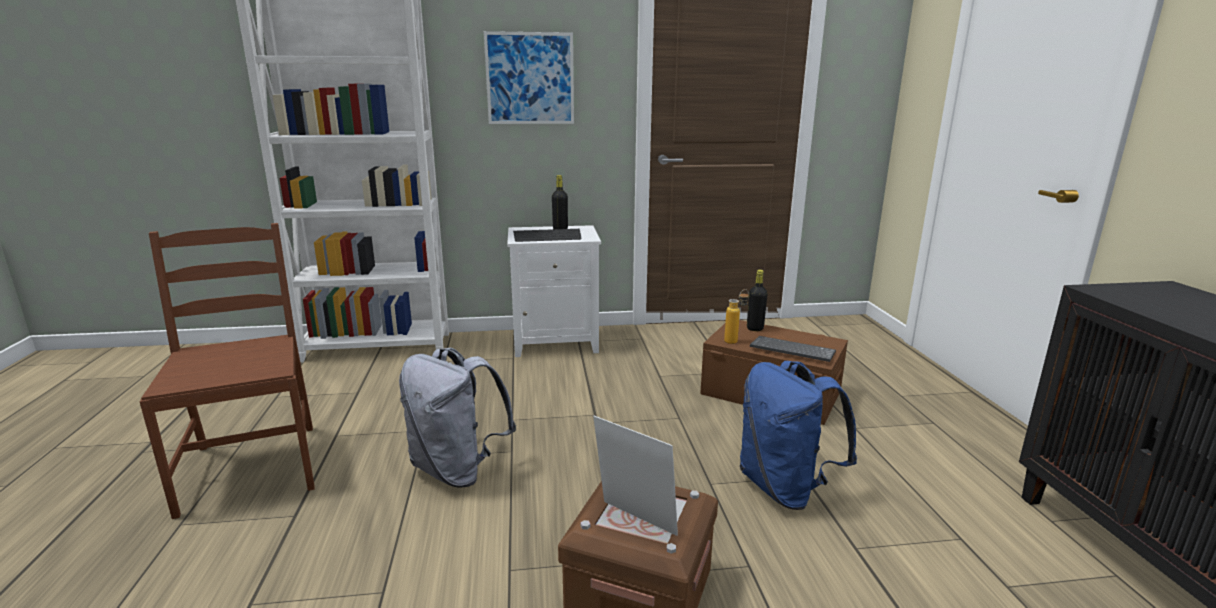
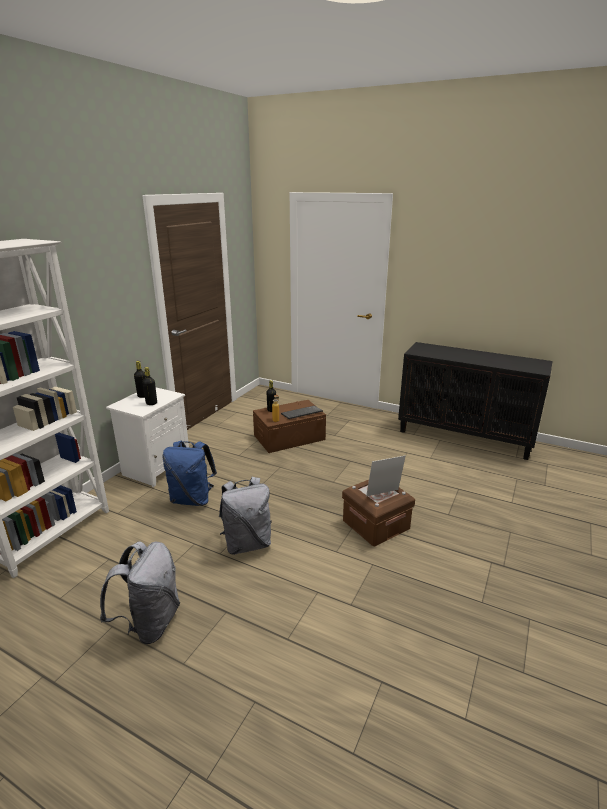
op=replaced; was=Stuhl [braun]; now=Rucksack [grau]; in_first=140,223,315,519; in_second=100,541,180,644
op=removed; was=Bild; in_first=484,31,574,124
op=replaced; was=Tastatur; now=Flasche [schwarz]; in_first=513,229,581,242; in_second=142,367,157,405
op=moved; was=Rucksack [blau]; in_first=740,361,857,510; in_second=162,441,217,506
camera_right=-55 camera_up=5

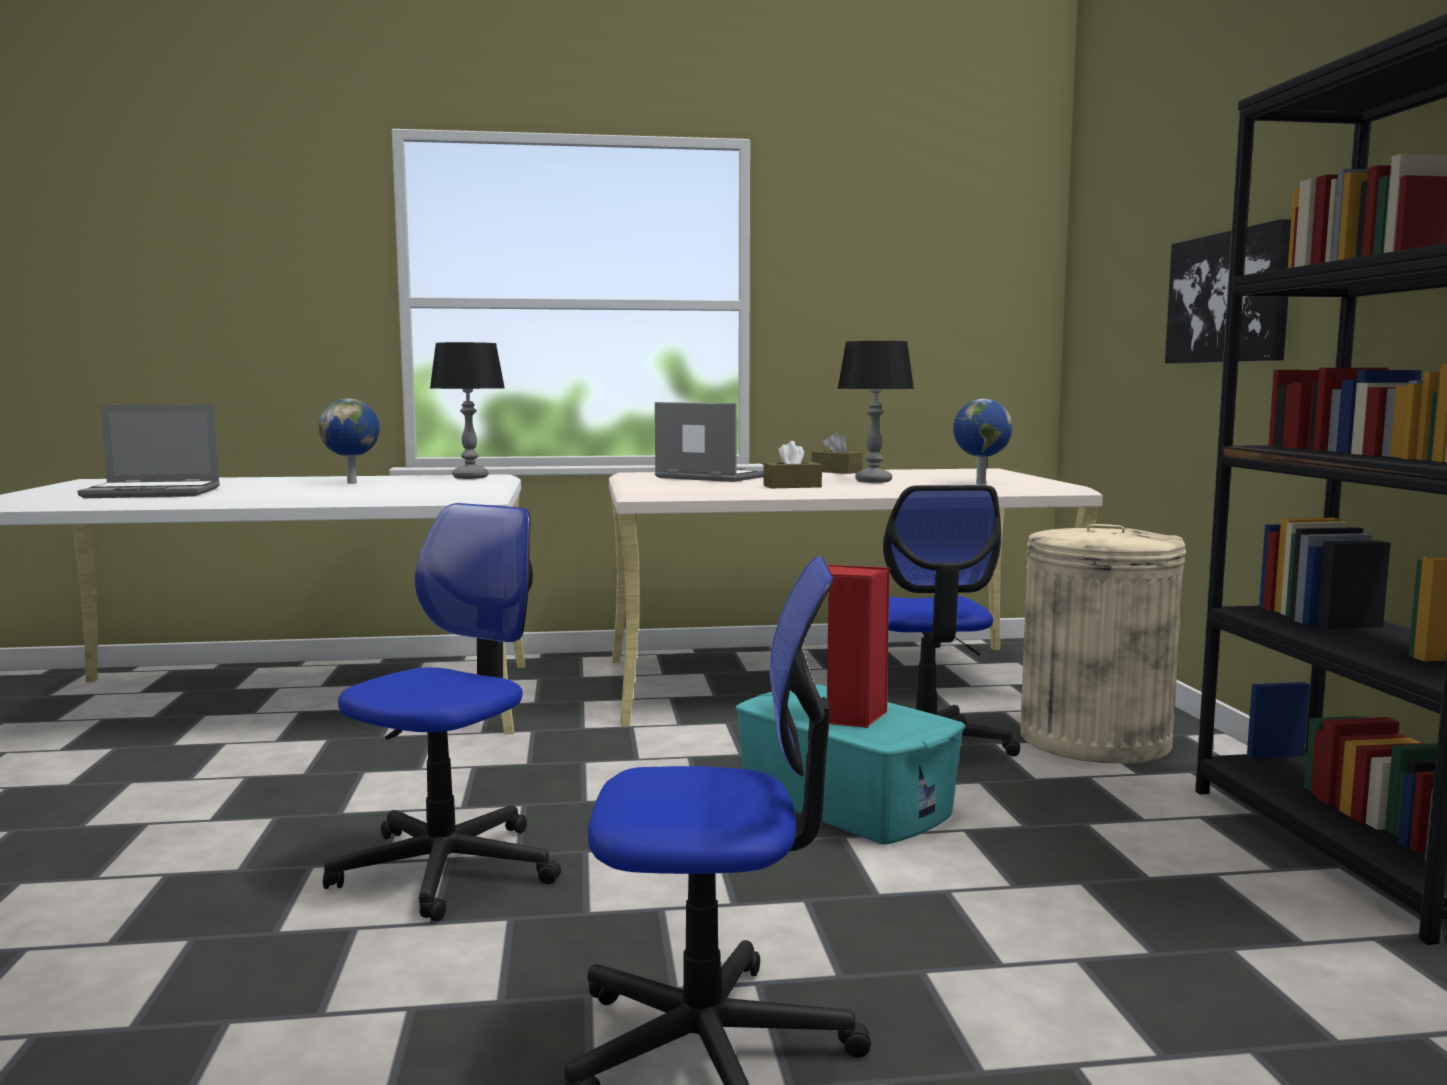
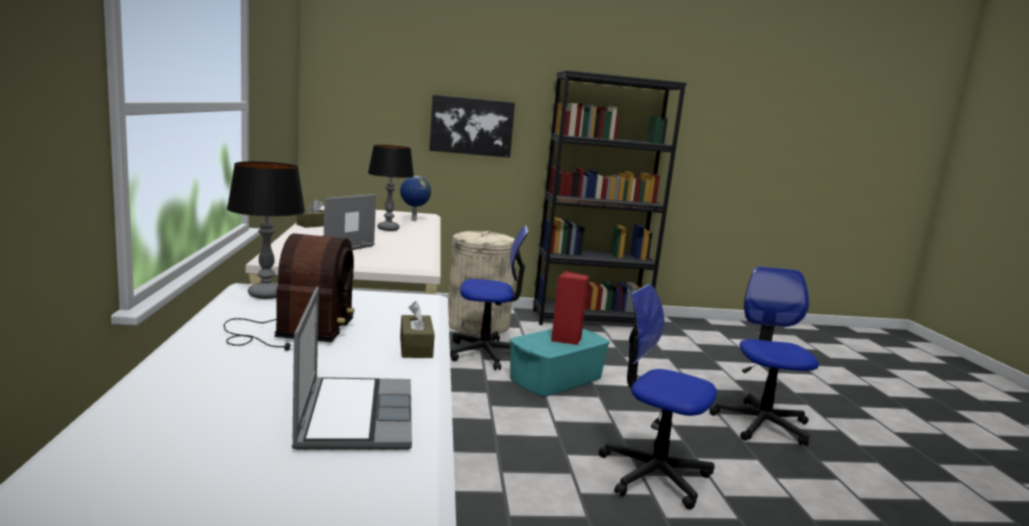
op=replaced; was=Globus; now=Radio; in_first=319,399,380,484; in_second=224,233,354,351
op=moved; was=Taschentuchbox [braun]; in_first=763,441,822,488; in_second=400,301,435,358
camera_right=-90 camera_up=5

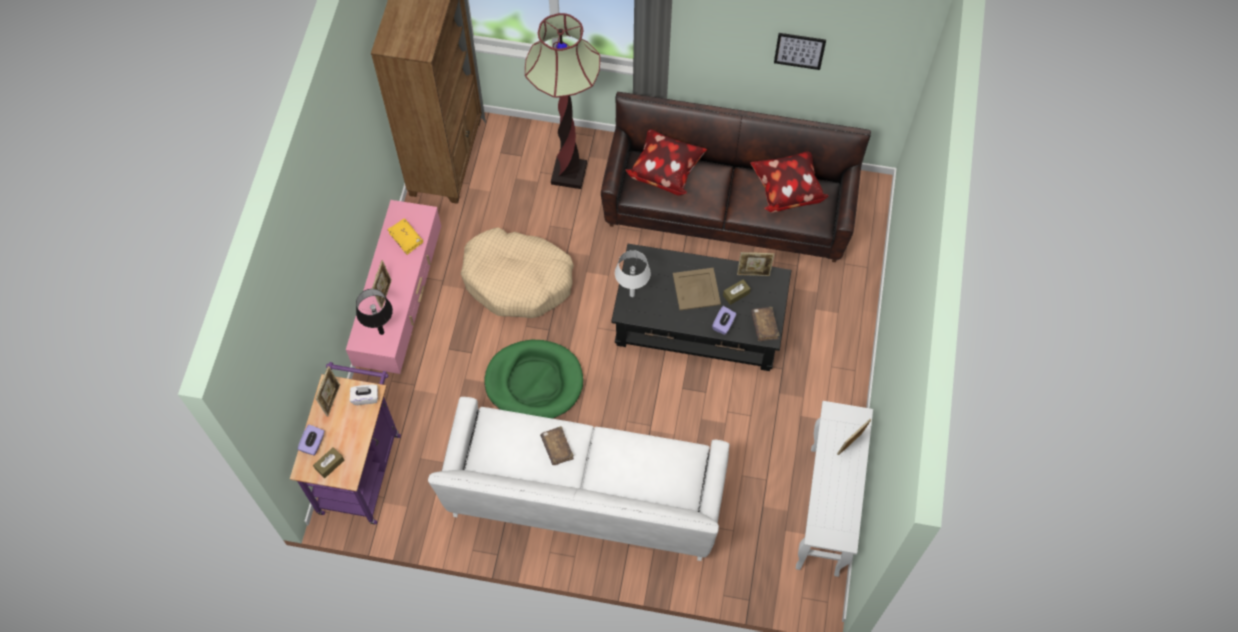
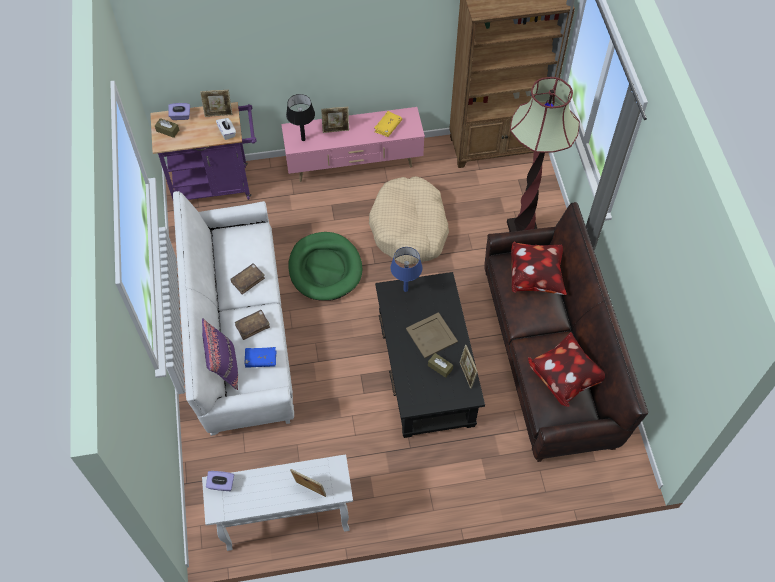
op=recoloured; was=Tischlampe [weiß]; now=Tischlampe [blau]; in_first=615,250,651,297; in_second=391,247,422,292
op=moved; was=Taschentuchbox [lila]; in_first=712,306,736,335; in_second=206,471,234,491
op=moved; was=Buch [braun]; in_first=751,307,780,341; in_second=235,310,270,340
op=removed; was=Bild; in_first=774,33,826,70
op=added; now=Kissen [lila]; in_second=202,318,238,390
op=added; now=Buch [blau]; in_second=244,347,277,368
camera_right=70 camera_up=-5

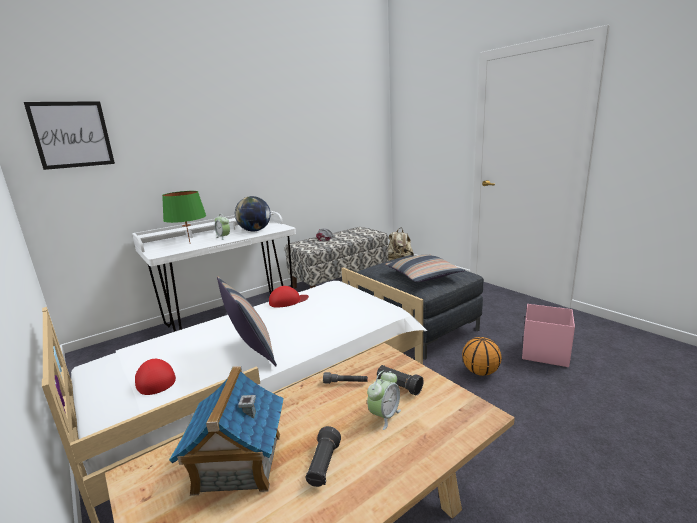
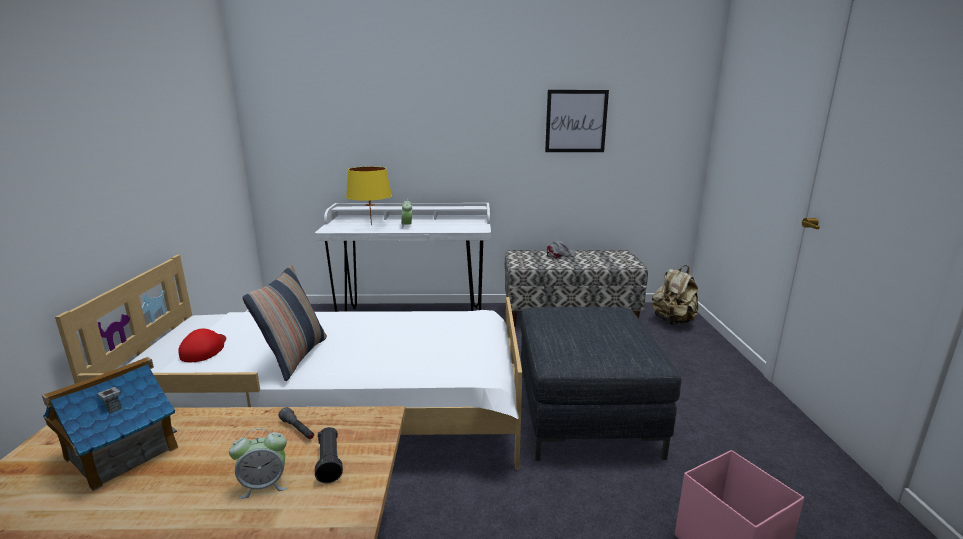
op=moved; was=Bild; in_first=24,101,115,170; in_second=545,90,609,152
op=recoloured; was=Tischlampe [grün]; now=Tischlampe [gelb]; in_first=162,191,206,242; in_second=346,166,392,225
op=removed; was=Globus; in_first=235,196,271,231
op=removed; was=Kappe [rot]; in_first=269,286,309,308
op=removed; was=Taschenlampe [schwarz]; in_first=306,426,341,487
op=removed; was=Kissen; in_first=385,254,465,282
op=removed; was=Basketball; in_first=462,337,502,376
camera_right=35 camera_up=0

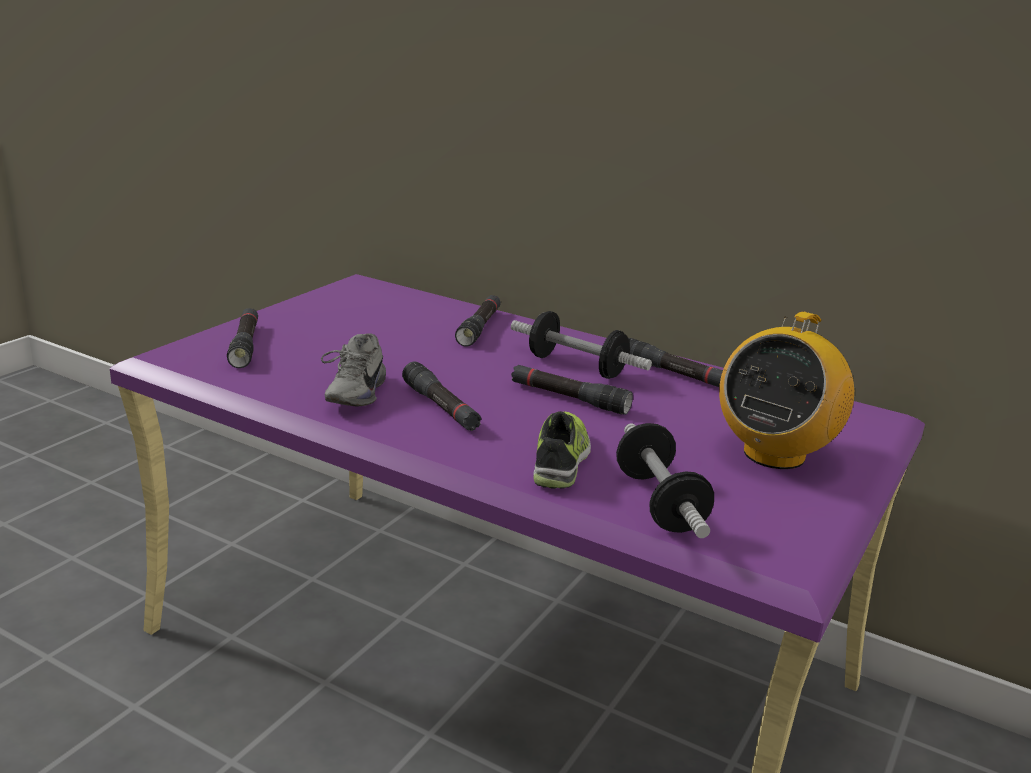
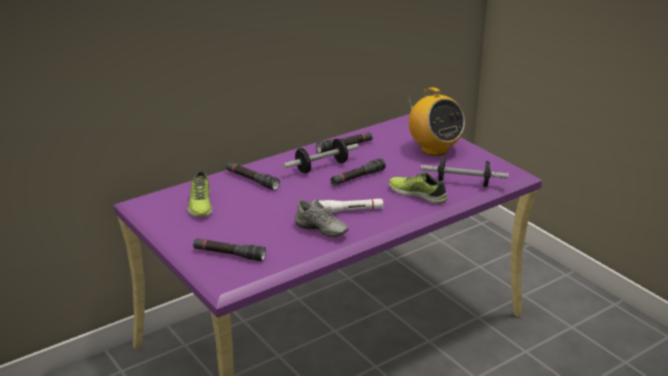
op=recoloured; was=Taschenlampe [schwarz]; now=Taschenlampe [weiß]; in_first=402,362,481,431; in_second=319,199,384,213
op=added; now=Schuh; in_second=187,171,213,217
camera_right=-65 camera_up=5

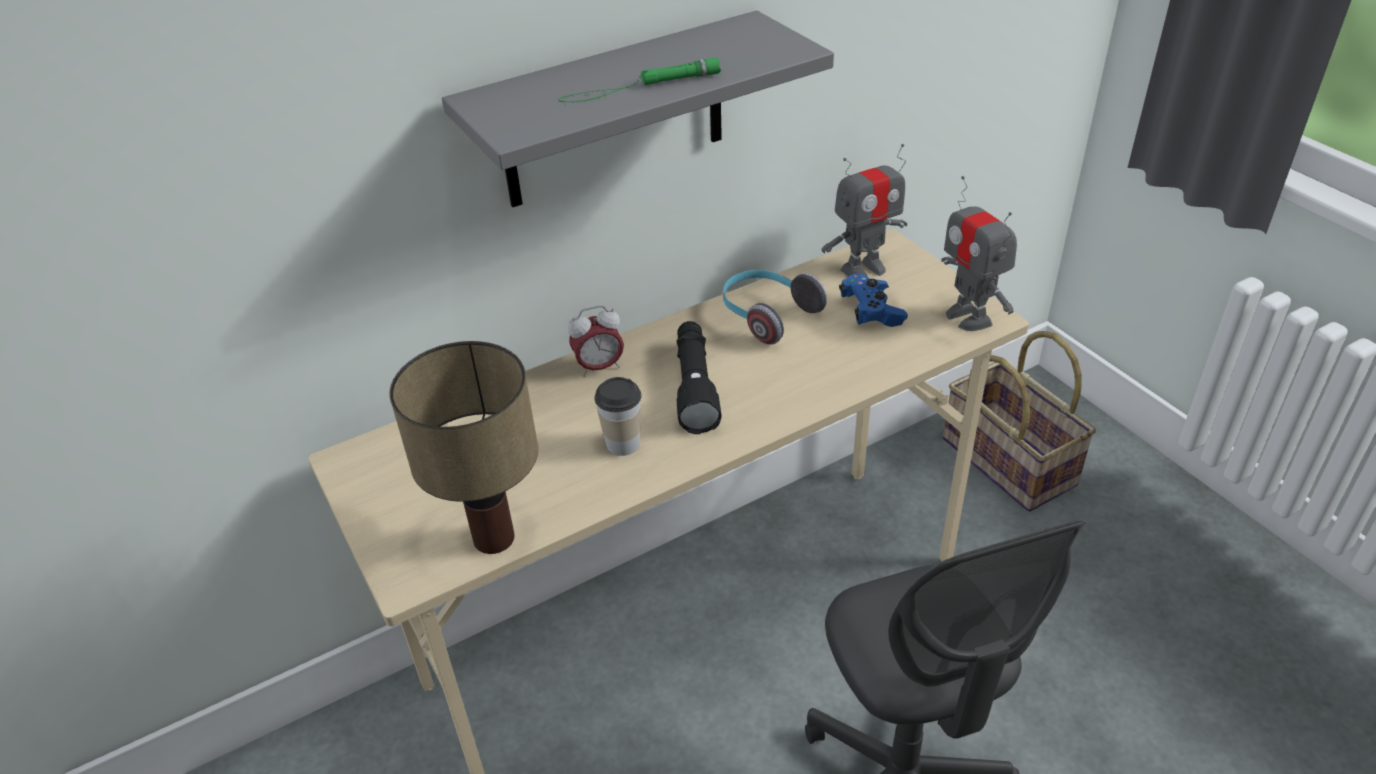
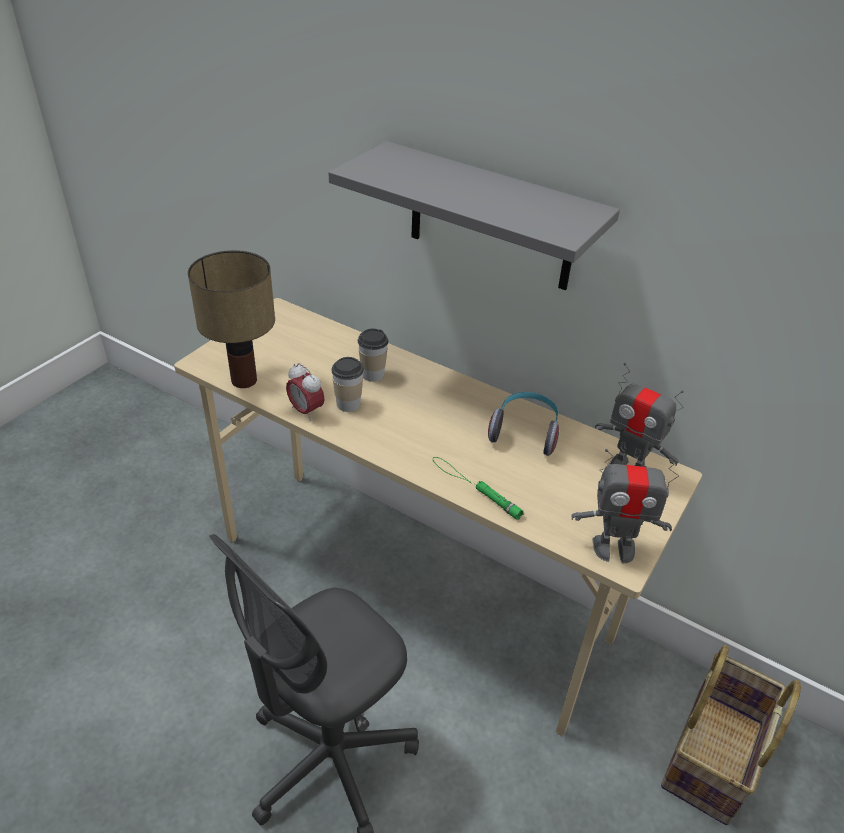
op=moved; was=Taschenlampe [grün]; in_first=558,57,721,102; in_second=433,457,524,520
op=moved; was=Wecker; in_first=568,305,624,377; in_second=286,363,325,421
op=removed; was=Taschenlampe [schwarz]; in_first=676,321,722,434
op=removed; was=Gamepad [blau]; in_first=839,273,908,327
op=turned; was=Spielzeugroboter; in_first=941,176,1017,331; in_second=572,449,679,563; clockwise=-120
op=added; now=Tasse; in_second=358,329,388,382
camera_right=60 camera_up=0

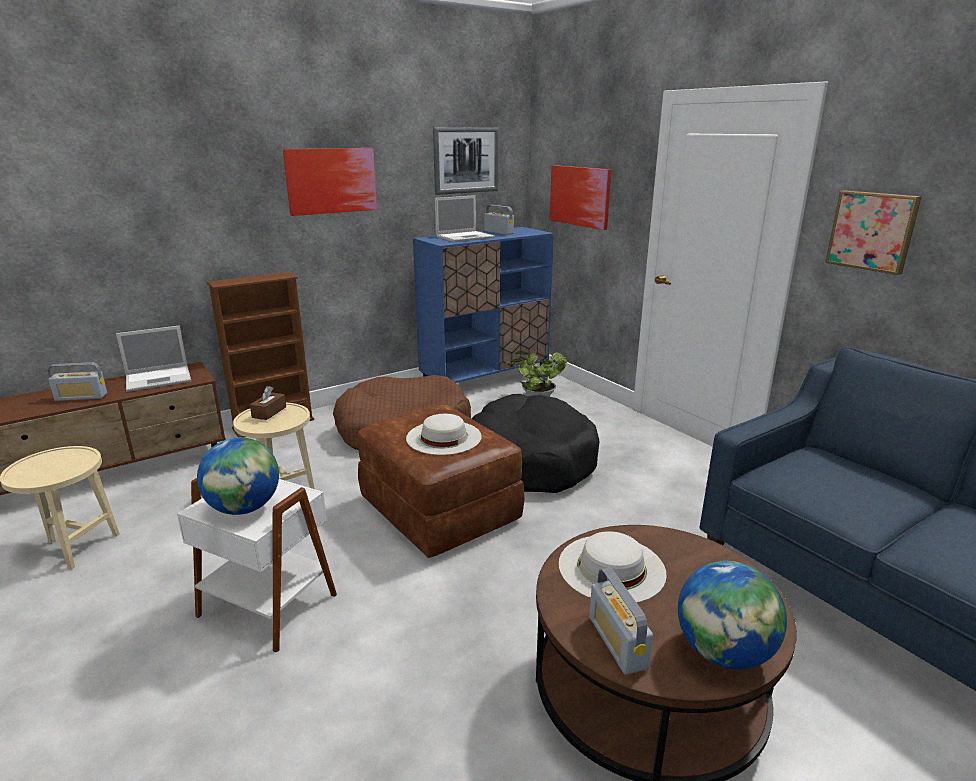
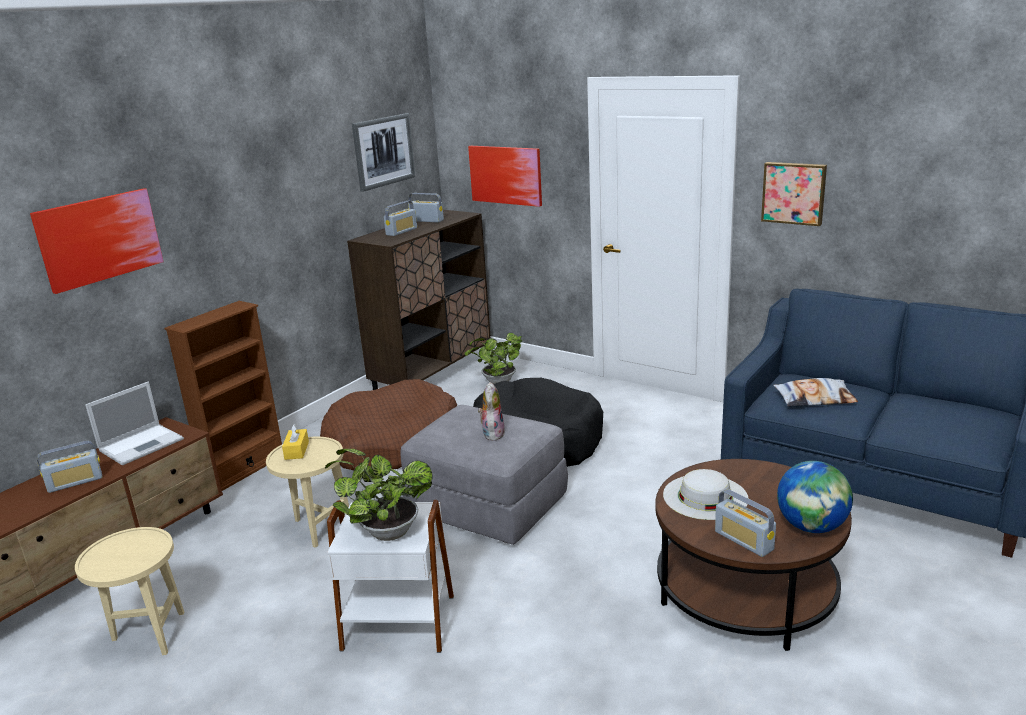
op=replaced; was=Globus; now=Topfpflanze; in_first=197,437,279,515; in_second=325,449,433,541
op=recoloured; was=Taschentuchbox [braun]; now=Taschentuchbox [gelb]; in_first=250,386,286,420; in_second=282,424,309,460
op=moved; was=Bild; in_first=283,148,378,216; in_second=30,188,164,294
op=recoloured; was=Polsterhocker [braun]; now=Polsterhocker [grau]; in_first=358,404,525,558; in_second=401,405,568,545
op=replaced; was=Hut [weiß]; now=Plüschtier; in_first=406,414,482,455; in_second=478,382,505,441
op=recoloured; was=Schrank [blau]; now=Schrank [braun]; in_first=413,227,554,383; in_second=347,210,491,390
op=replaced; was=Laptop; now=Radio; in_first=435,195,495,242; in_second=384,201,417,236
op=added; now=Kissen; in_second=773,378,858,407
camera_right=-20 camera_up=0

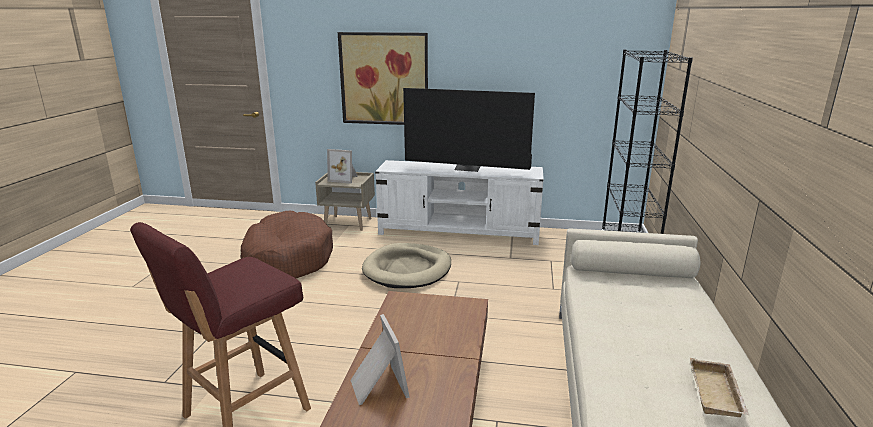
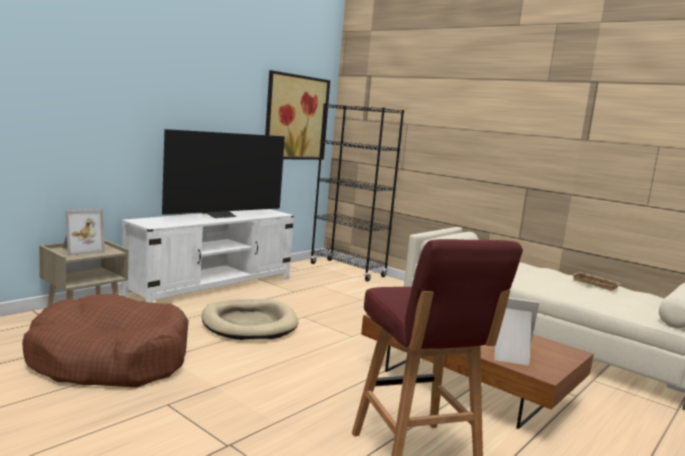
op=moved; was=Bild; in_first=338,32,428,125; in_second=265,70,330,160
camera_right=-60 camera_up=-10

